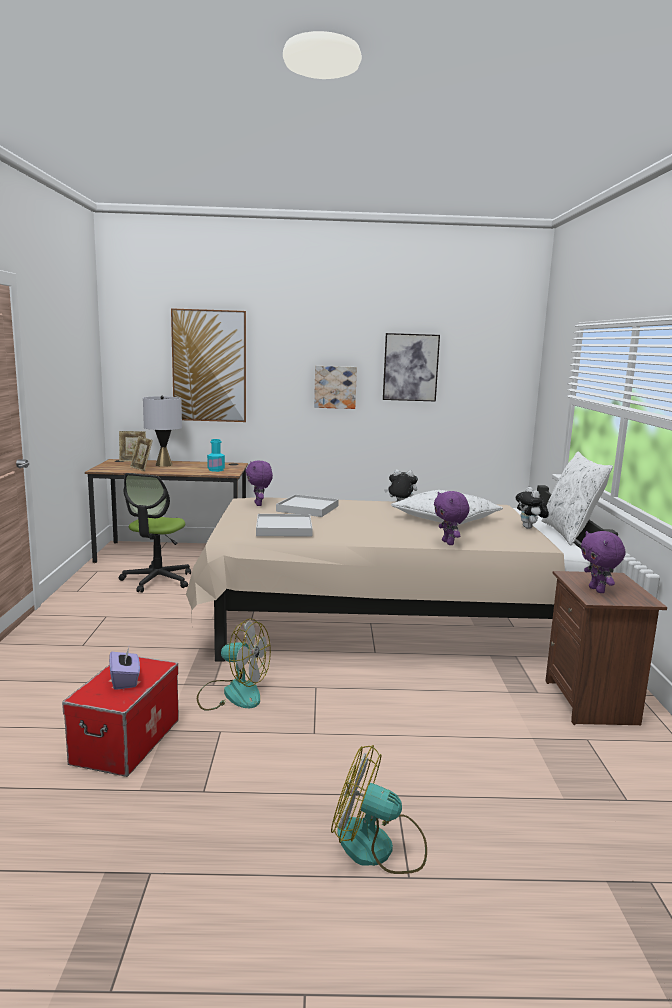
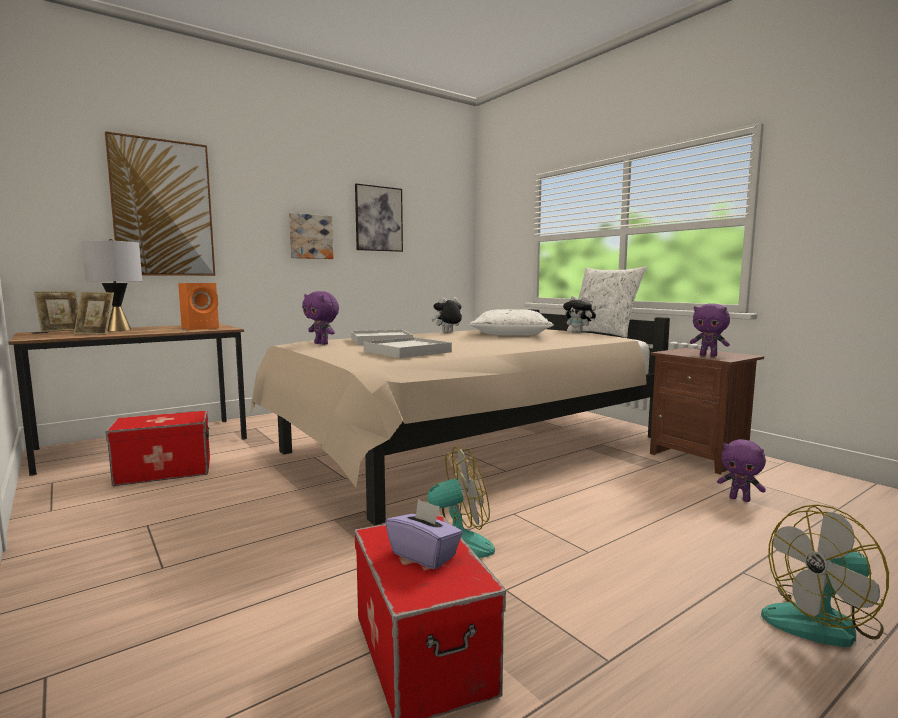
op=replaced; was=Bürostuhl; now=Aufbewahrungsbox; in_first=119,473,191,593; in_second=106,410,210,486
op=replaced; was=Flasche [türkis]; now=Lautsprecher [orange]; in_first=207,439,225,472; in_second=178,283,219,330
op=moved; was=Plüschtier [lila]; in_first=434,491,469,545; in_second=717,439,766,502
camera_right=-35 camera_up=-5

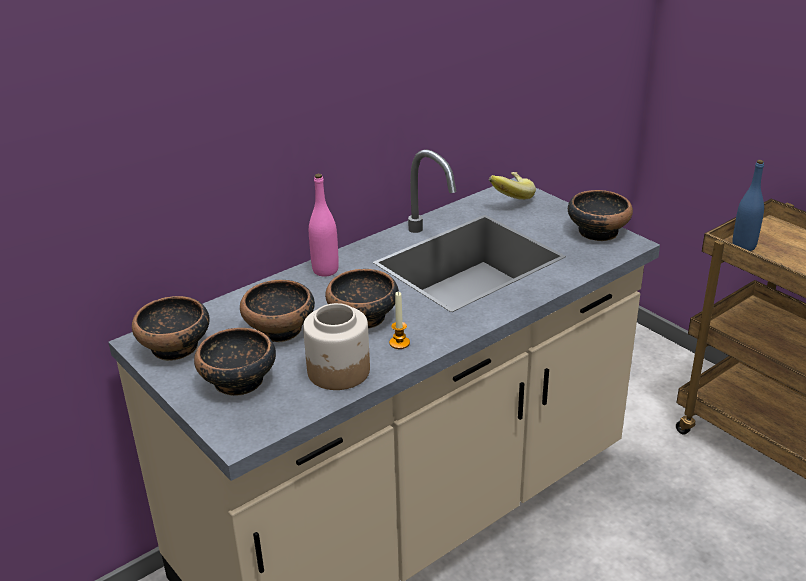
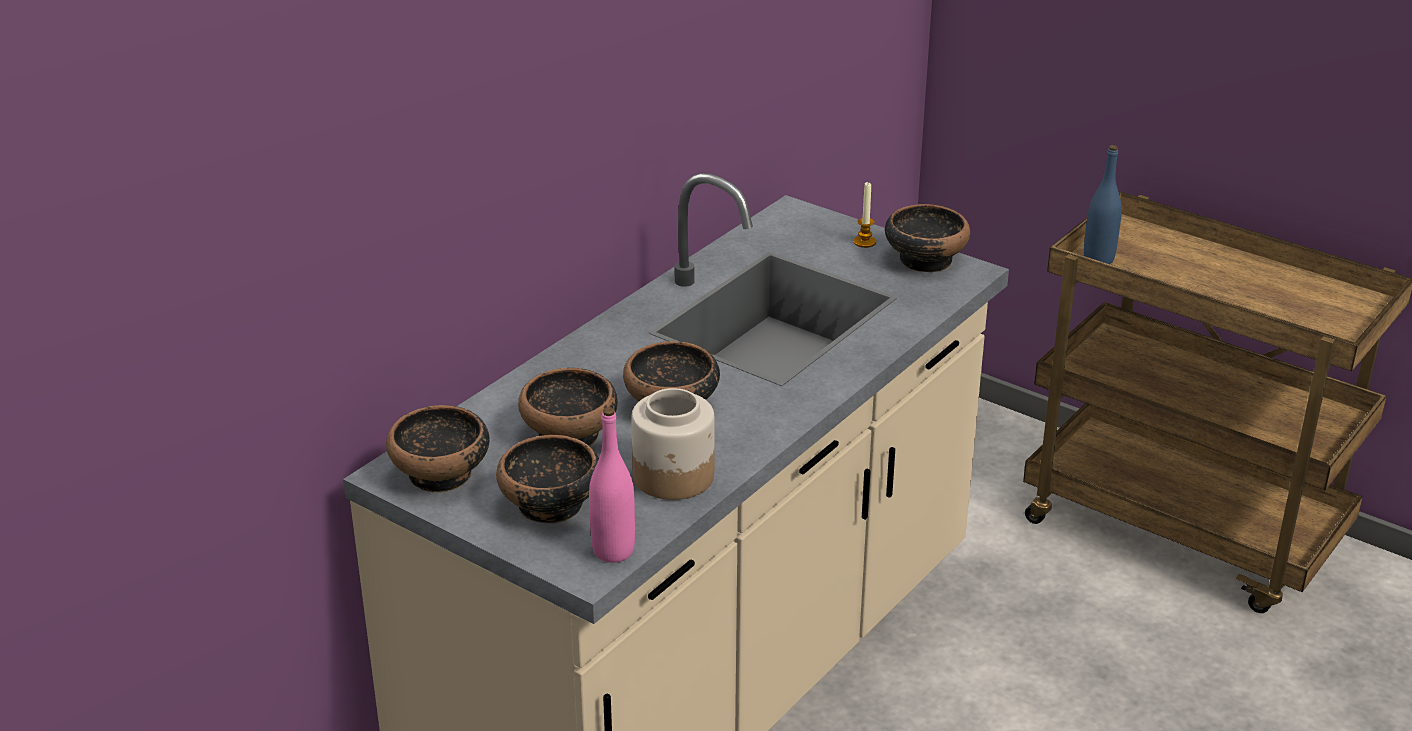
op=moved; was=Flasche [rosa]; in_first=309,174,339,277; in_second=589,407,635,563
op=moved; was=Kerze; in_first=389,292,410,349; in_second=853,182,876,248
op=removed; was=Banane; in_first=489,172,536,200
camera_right=-15 camera_up=0

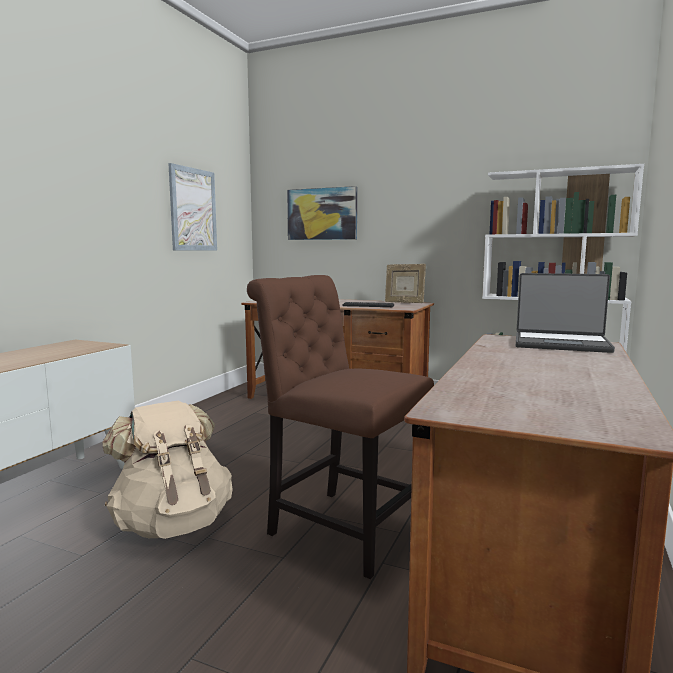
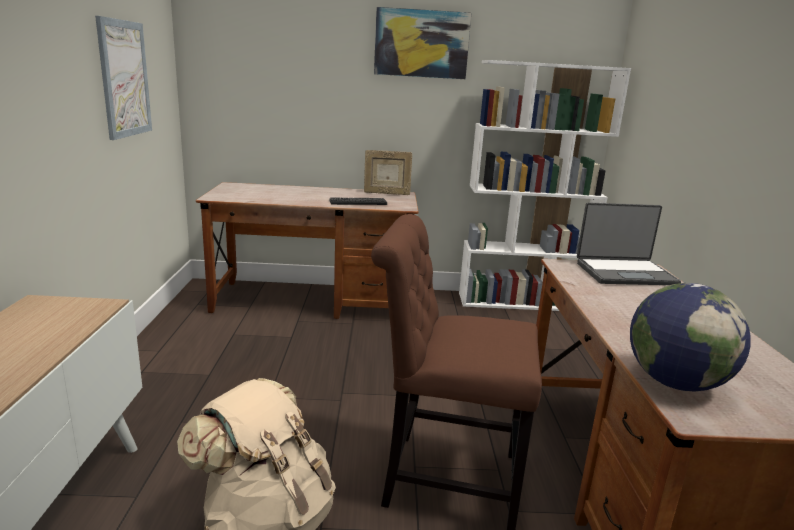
op=moved; was=Bild; in_first=287,186,357,240; in_second=374,7,471,79
op=added; now=Globus; in_second=630,283,751,391
camera_right=-25 camera_up=10

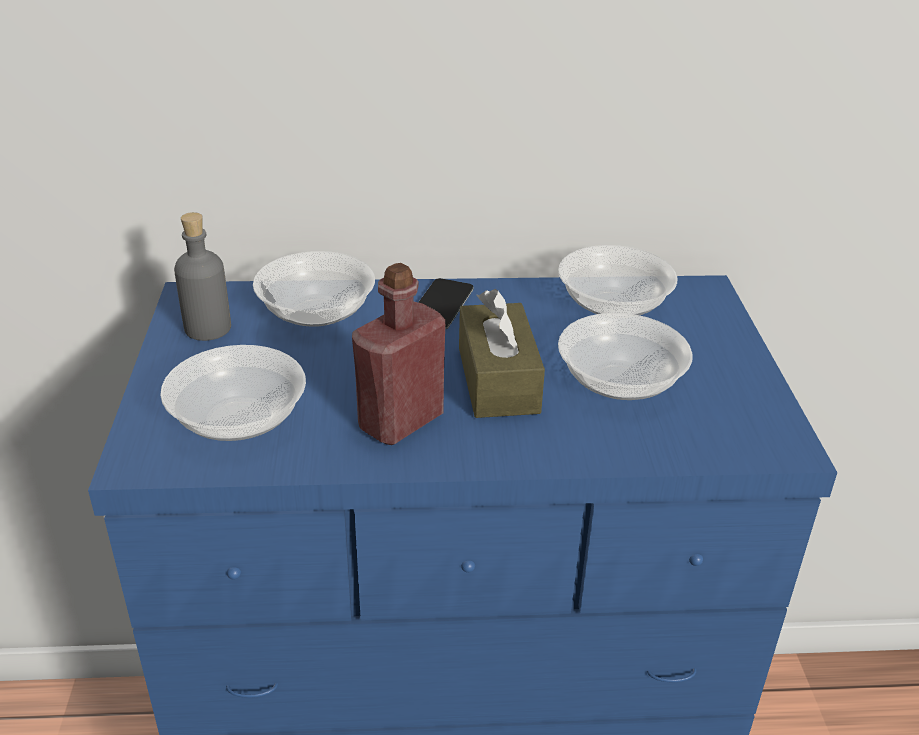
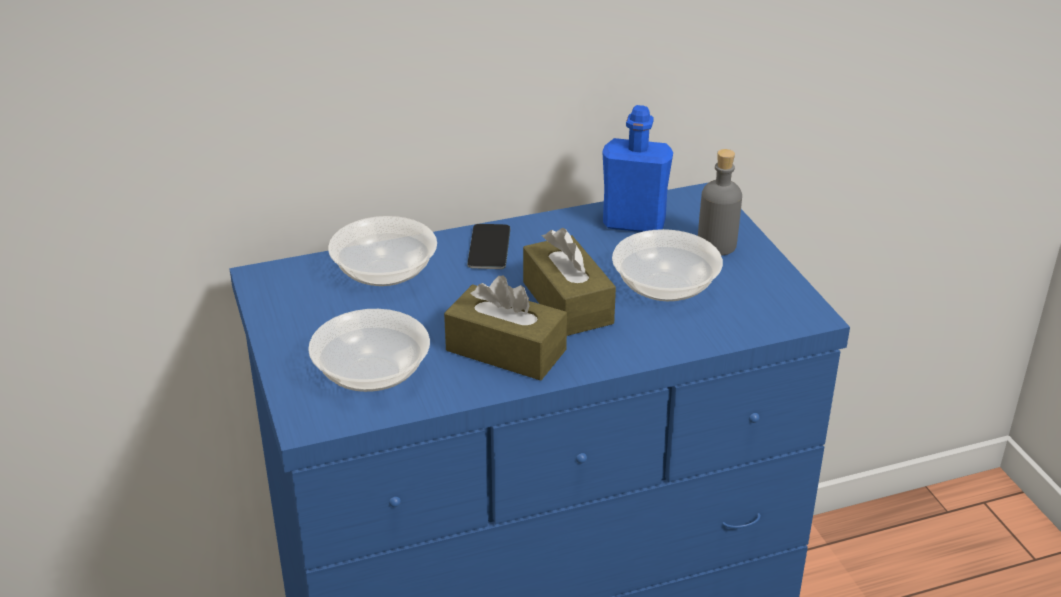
op=moved; was=Flasche [grau]; in_first=174,212,231,341; in_second=698,149,742,256
op=replaced; was=Flasche [rot]; now=Taschentuchbox [braun]; in_first=352,263,445,445; in_second=444,276,567,381
op=replaced; was=Schüssel; now=Flasche [blau]; in_first=558,245,677,315; in_second=602,105,673,232
camera_right=-15 camera_up=0

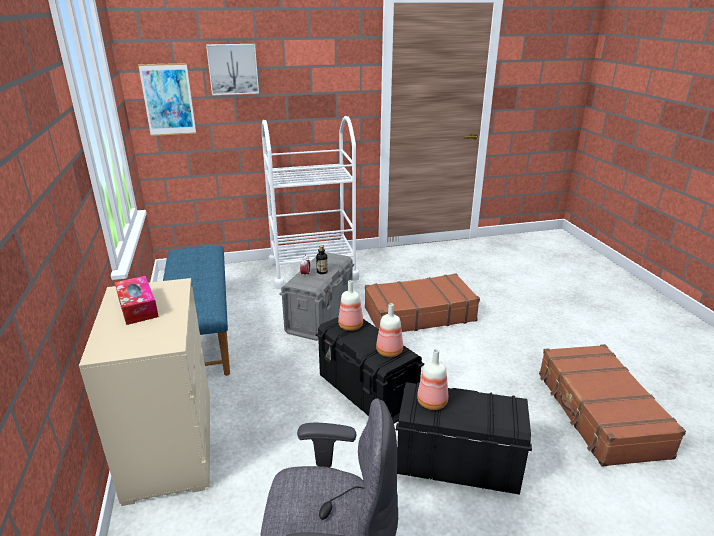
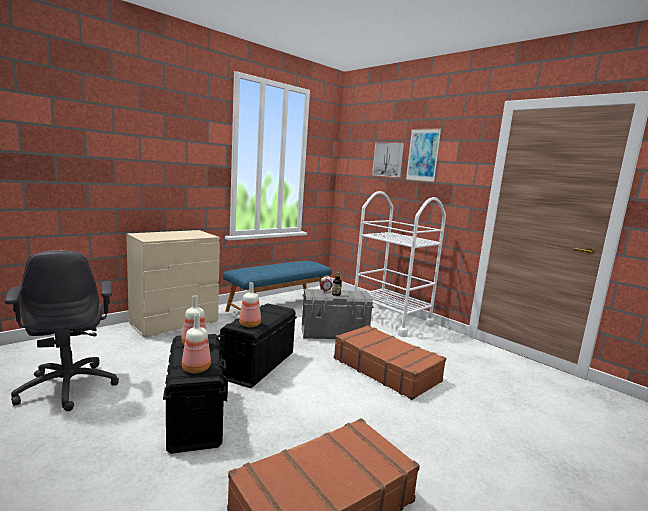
op=removed; was=Taschentuchbox; in_first=115,276,159,325
op=moved; was=Bild; in_first=138,63,196,136; in_second=406,128,441,182
op=moved; was=Flasche; in_first=338,280,363,331; in_second=182,314,211,373
camera_right=60 camera_up=-15

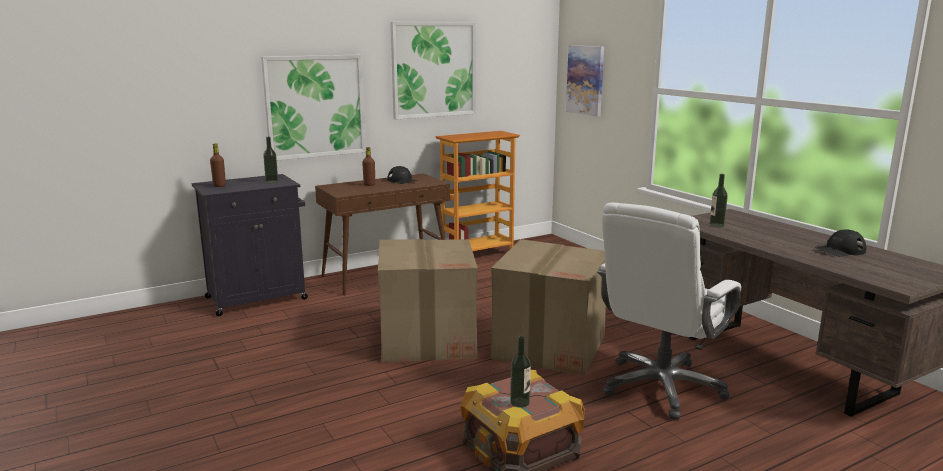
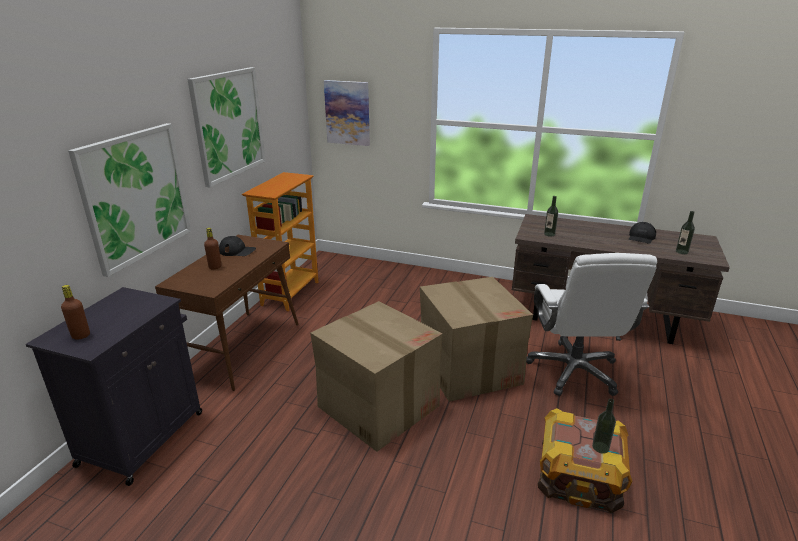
op=moved; was=Flasche; in_first=263,137,278,183; in_second=676,211,695,254
camera_right=-40 camera_up=10

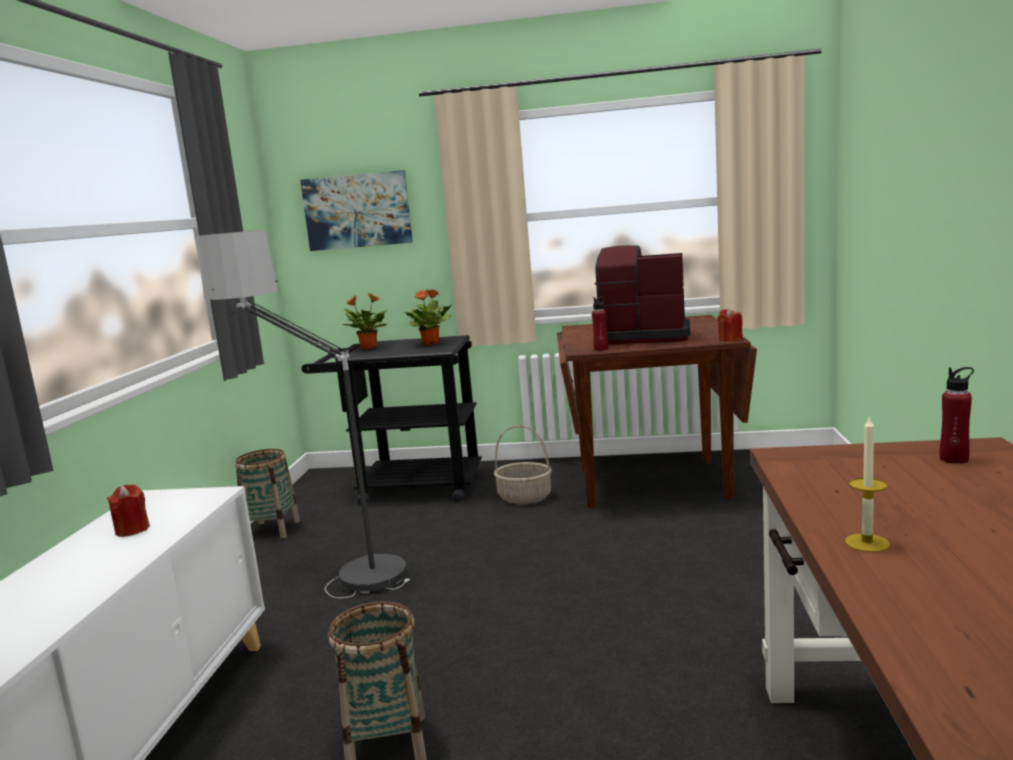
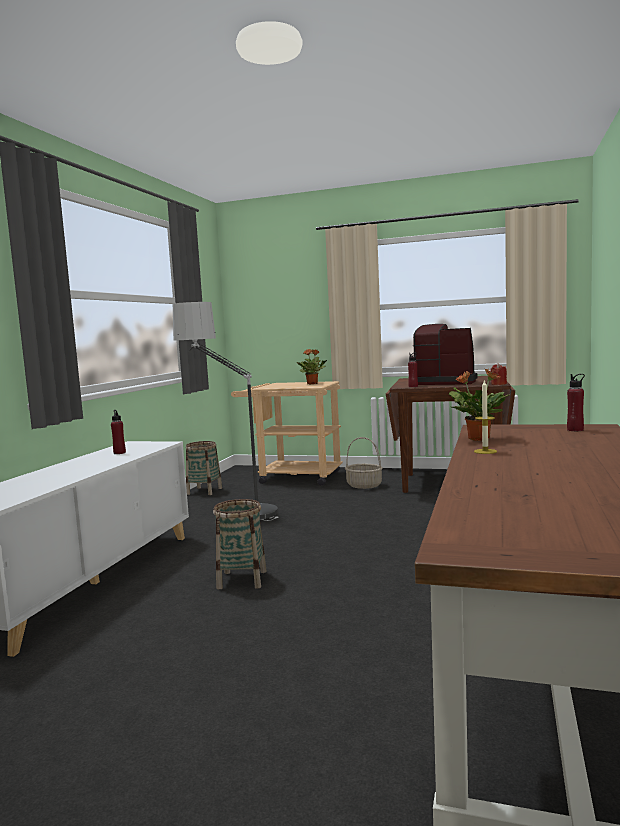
op=replaced; was=Kerze [rot]; now=Flasche [rot]; in_first=107,484,150,537; in_second=111,410,126,454
op=removed; was=Bild; in_first=300,170,413,251
op=recoloured; was=Rollwagen [schwarz]; now=Rollwagen [beige]; in_first=302,335,482,506; in_second=231,381,343,485
op=moved; was=Topfpflanze; in_first=342,293,387,349; in_second=449,369,509,441
camera_right=10 camera_up=-5

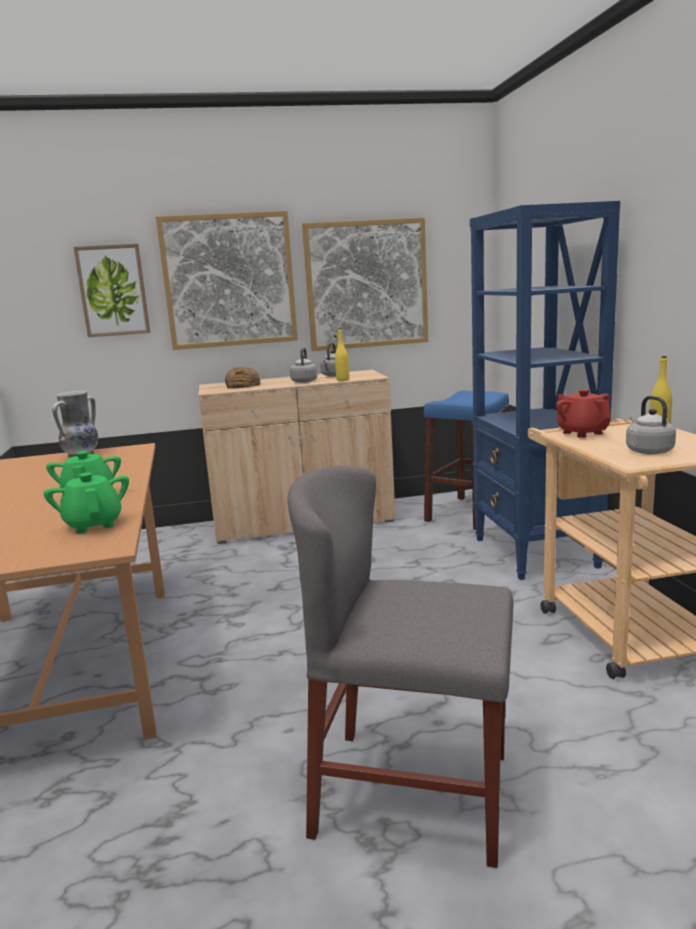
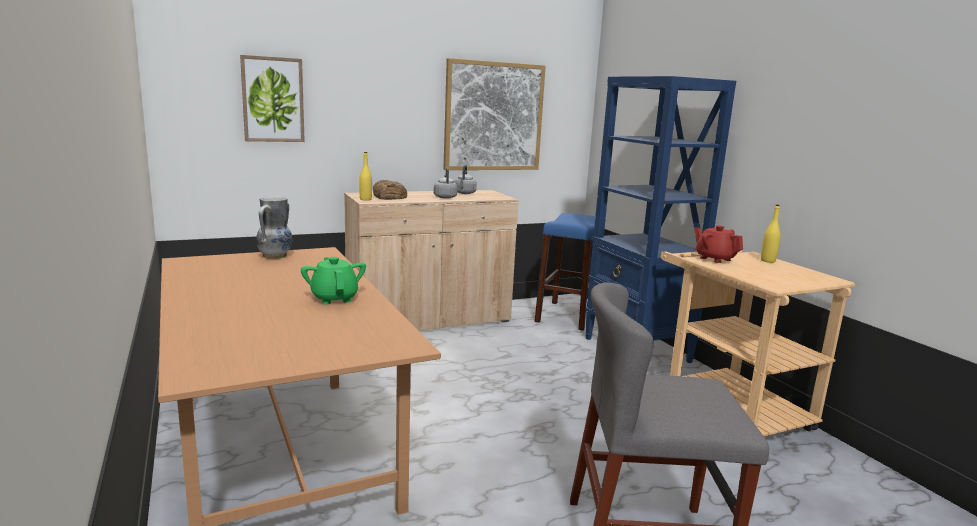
op=removed; was=Teekanne [grün]; in_first=43,472,129,534
op=removed; was=Bild; in_first=156,211,298,350
op=moved; was=Flasche [gelb]; in_first=335,328,349,381; in_second=359,152,372,201
op=removed; was=Wasserkessel [grau]; in_first=626,396,676,455
camera_right=-15 camera_up=0

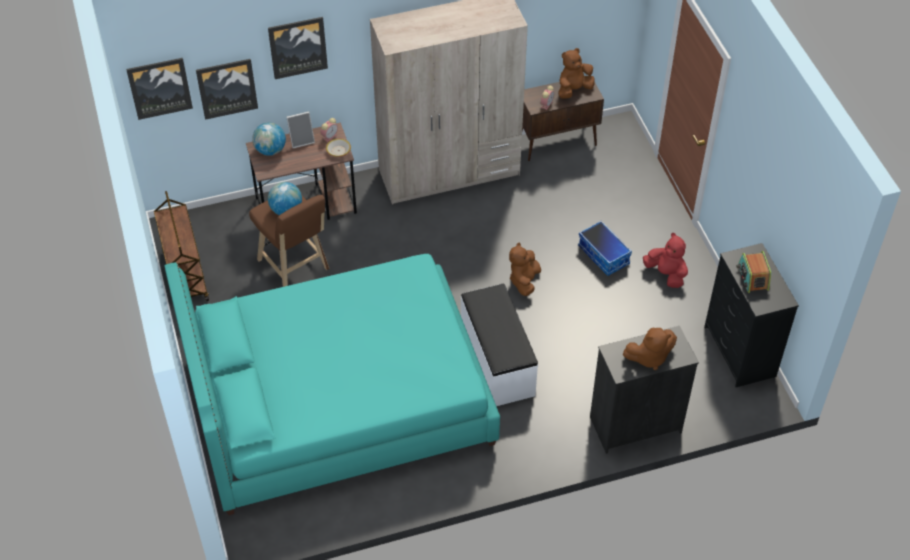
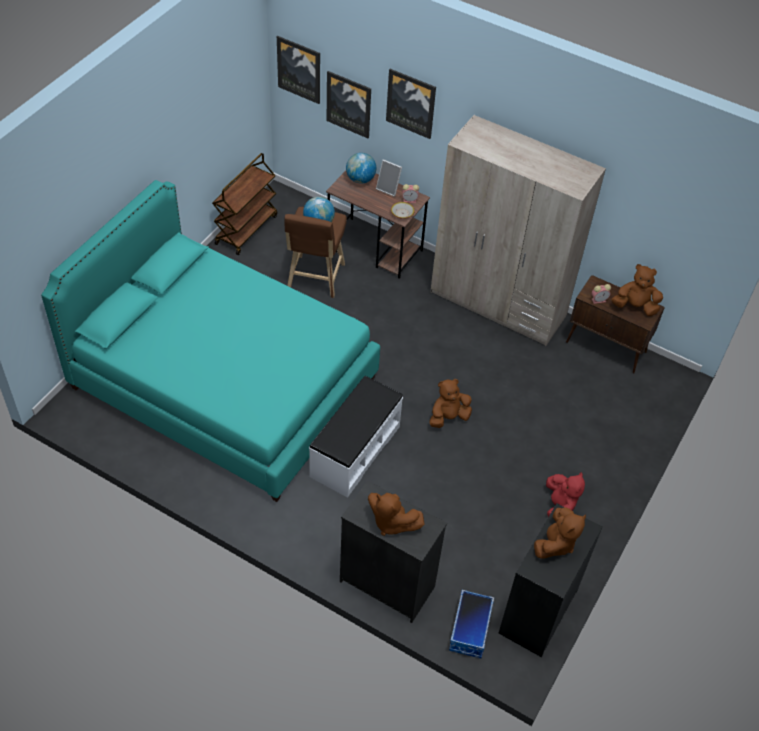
op=moved; was=Aufbewahrungsbox; in_first=578,220,632,276; in_second=449,590,494,658
op=replaced; was=Radio; now=Plüschtier [braun]; in_first=737,251,771,293; in_second=534,507,586,559
camera_right=45 camera_up=0

